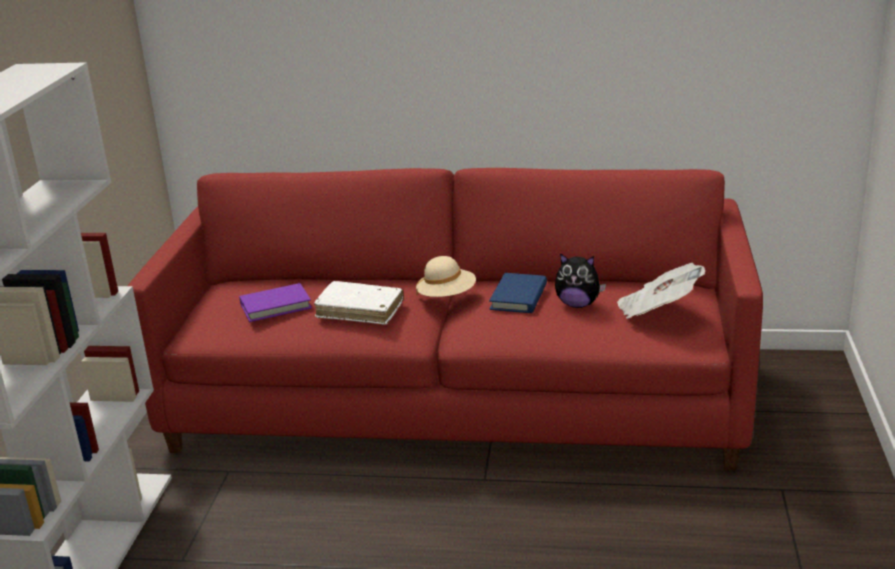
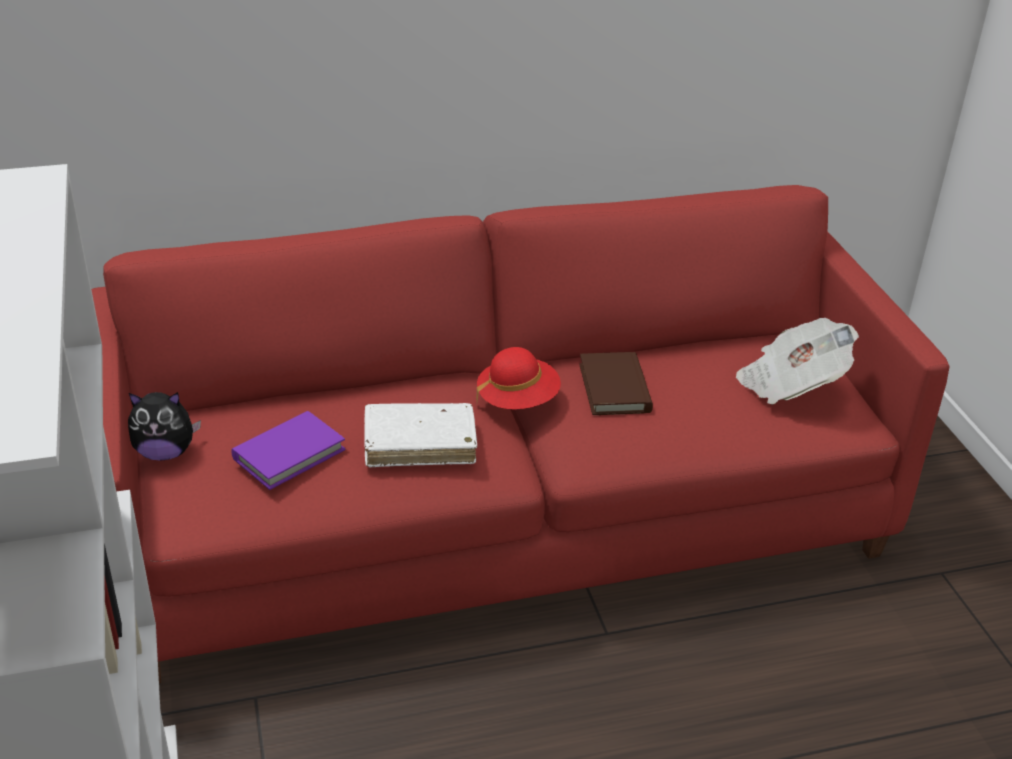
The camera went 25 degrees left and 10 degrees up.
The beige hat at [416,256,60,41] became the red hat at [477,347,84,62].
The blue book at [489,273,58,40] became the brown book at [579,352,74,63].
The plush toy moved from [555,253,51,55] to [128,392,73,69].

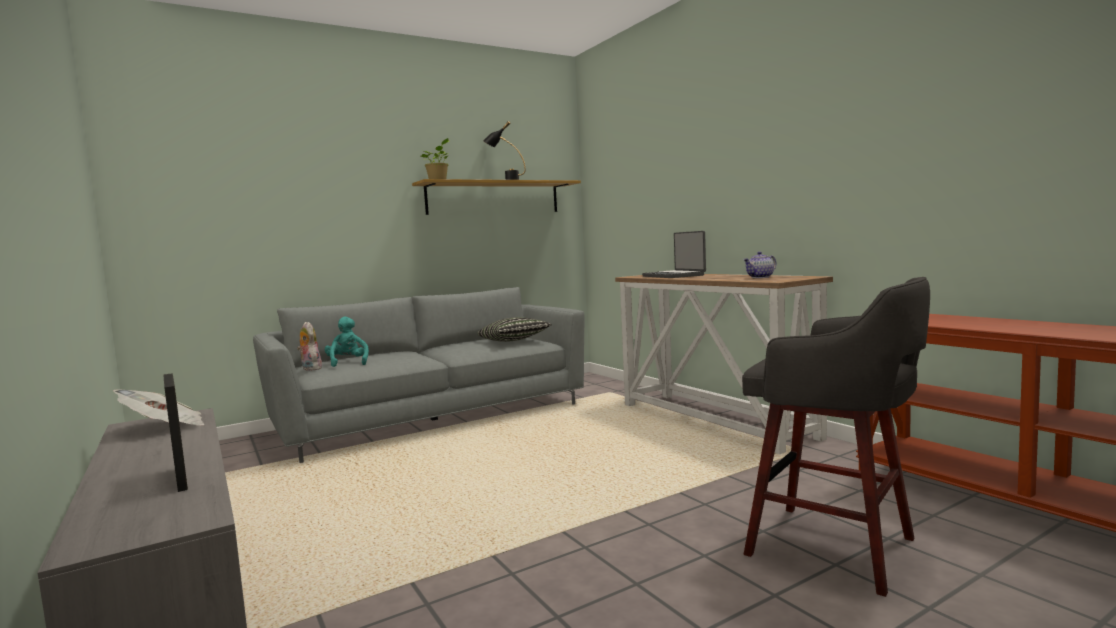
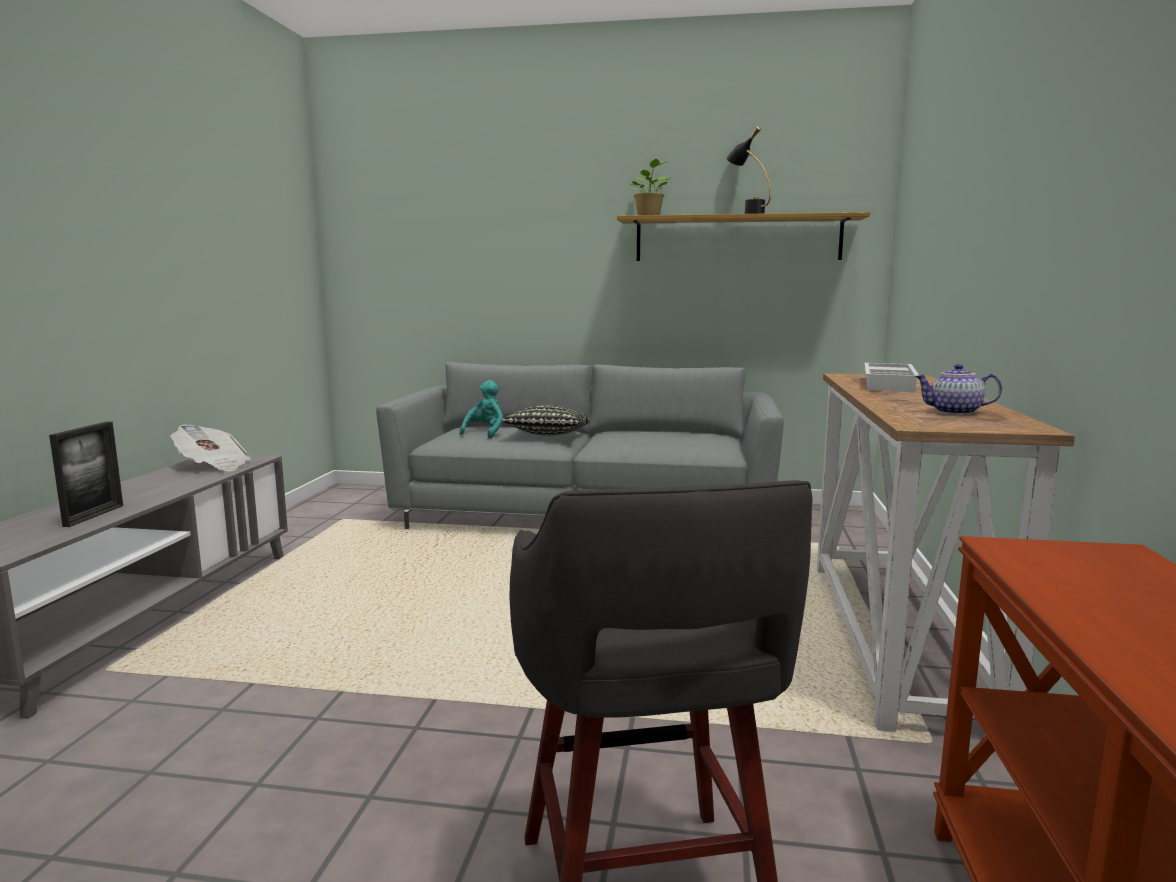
The camera went 40 degrees right and 5 degrees up.
The plush toy at [297,322,25,49] disappeared.
The pillow moved from [477,317,75,25] to [502,405,88,31].
The laptop at [642,231,64,47] was replaced by the white tray at [864,363,55,29].

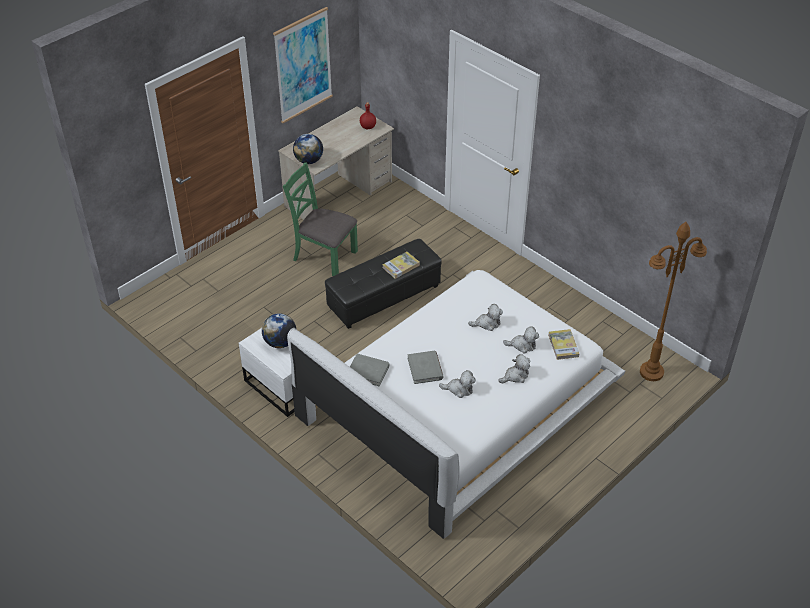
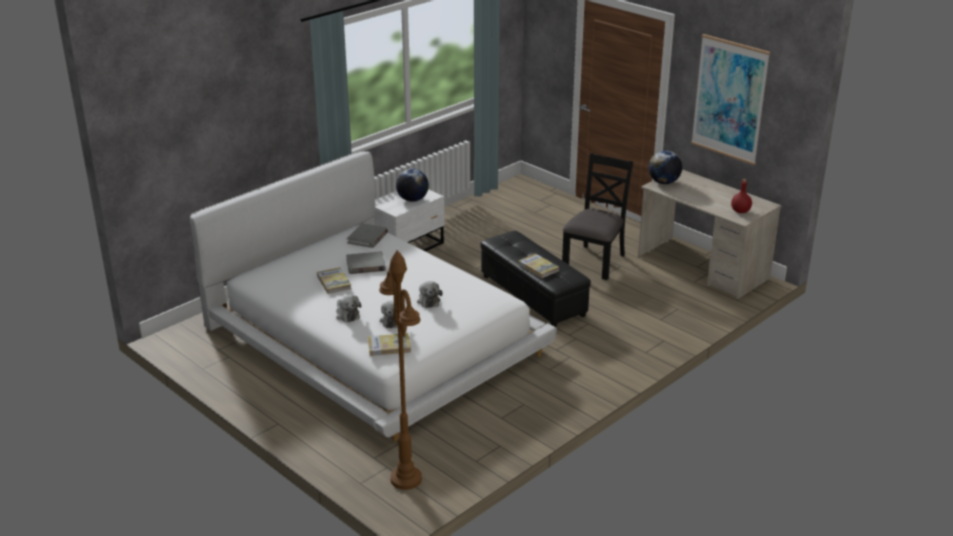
The camera went 90 degrees right and 15 degrees down.
The green chair at [283,163,75,113] became the black chair at [562,153,71,127].
The plush toy at [439,370,37,28] was replaced by the book at [317,267,34,27].

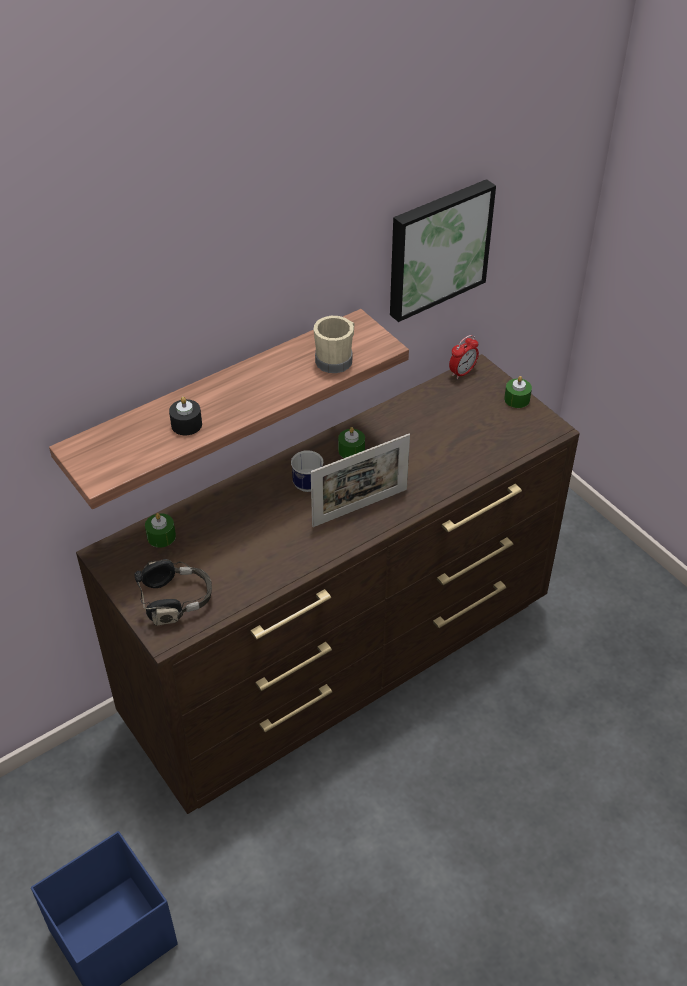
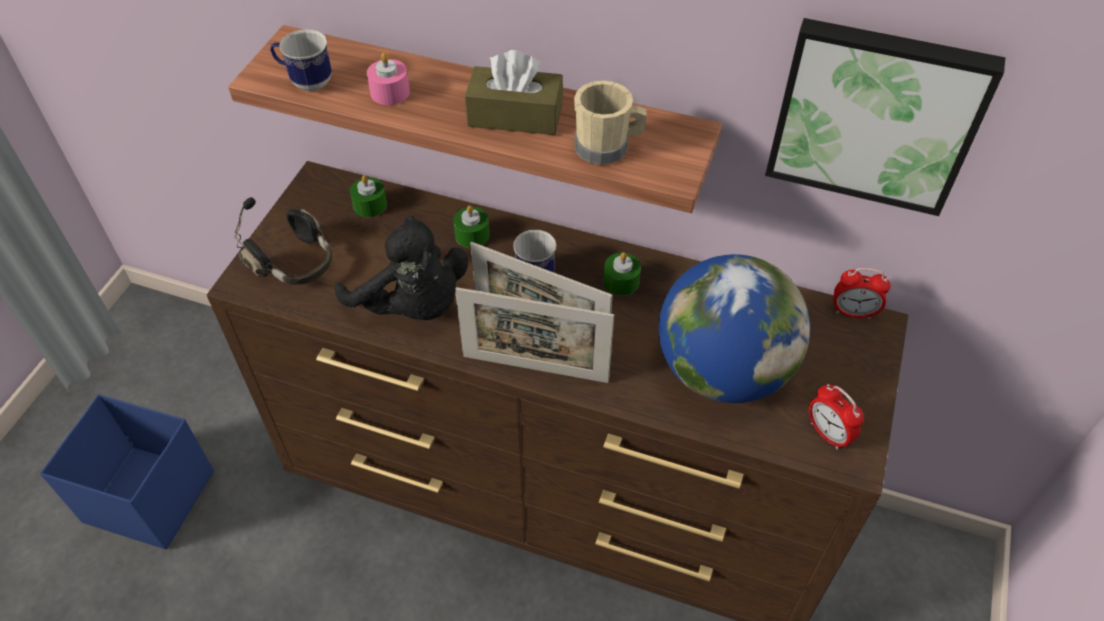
The camera went 55 degrees right and 5 degrees up.
The black candle at [169,397,33,38] became the pink candle at [367,53,43,52].
The green candle moved from [504,376,28,32] to [453,205,37,43].
The mug at [270,29,62,62] appeared.
The black plush toy at [335,216,133,104] appeared.
The picture frame at [455,287,159,96] appeared.
The brown tissue box at [465,50,98,85] appeared.
The globe at [659,254,151,149] appeared.
The alarm clock at [809,384,55,65] appeared.

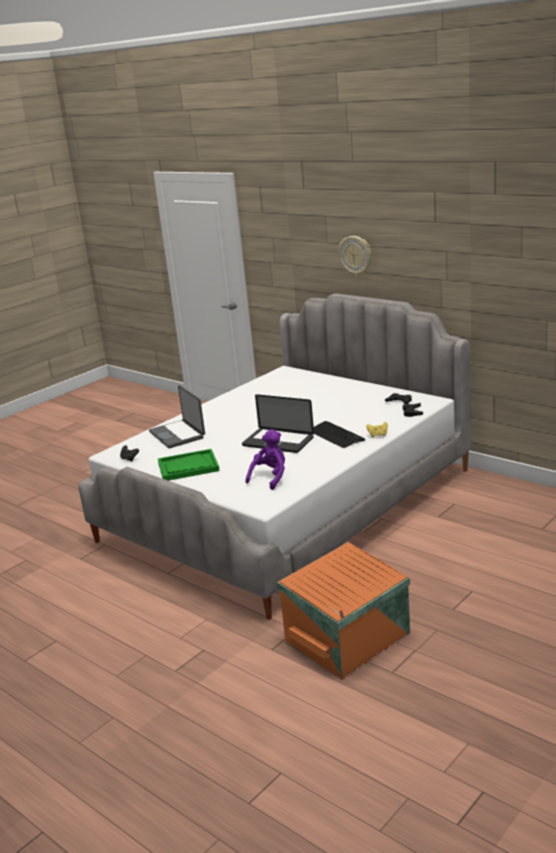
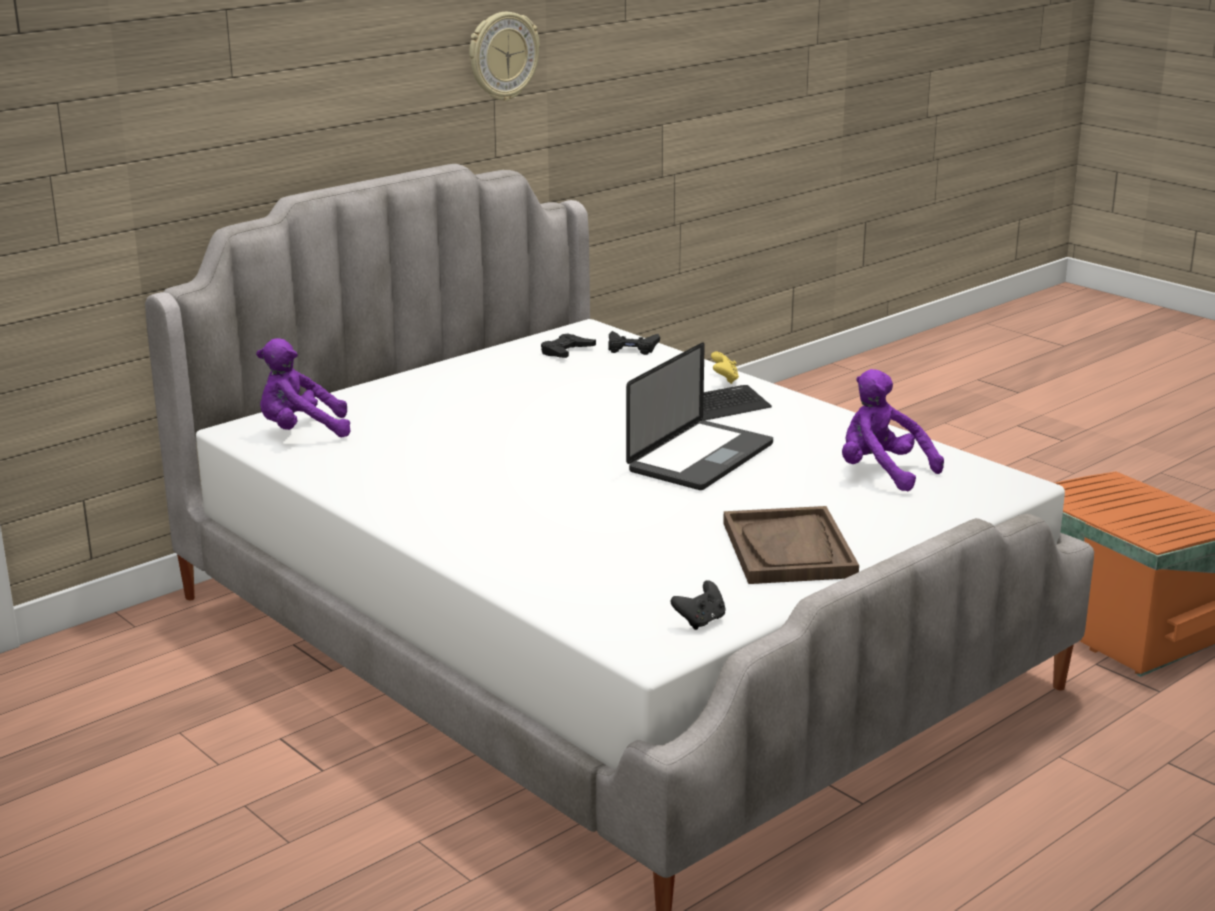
The camera went 85 degrees left and 0 degrees up.
The laptop at [149,385,56,63] disappeared.
The green tray at [158,449,62,32] became the brown tray at [723,506,136,78].
The wall clock moved from [339,236,32,40] to [469,12,71,89].
The purple plush toy at [256,338,95,99] appeared.

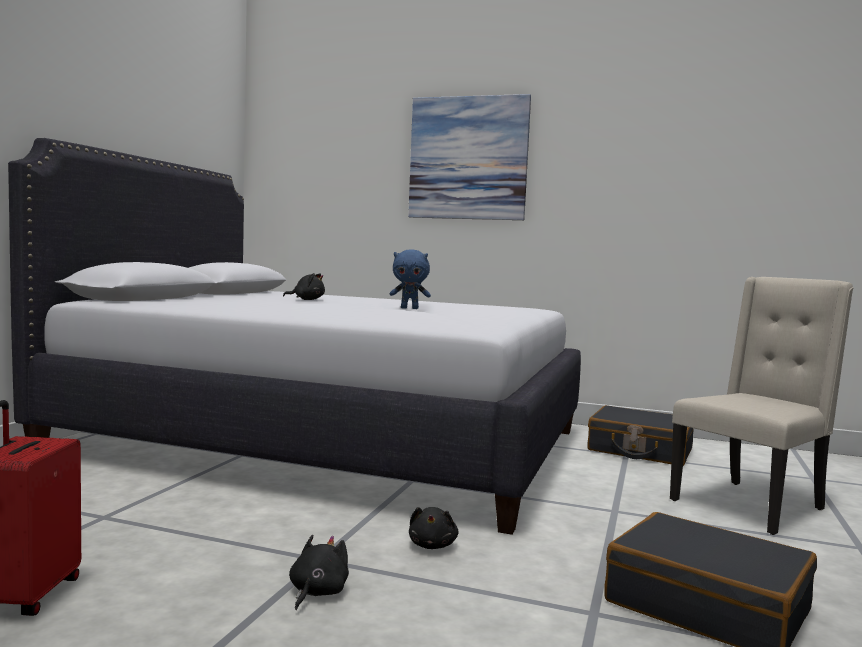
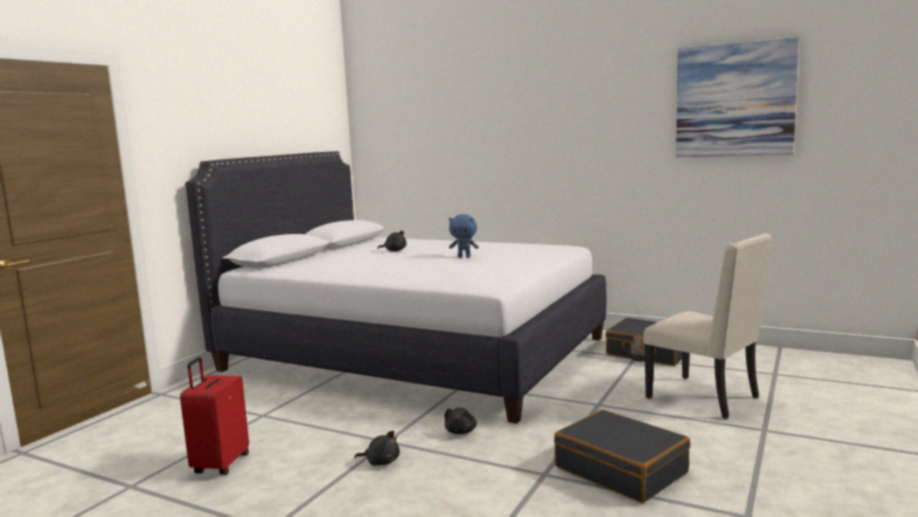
The camera went 10 degrees right and 5 degrees up.
The black plush toy at [289,535,60,75] turned 75 degrees clockwise.
The picture moved from [408,94,123,126] to [676,37,123,121].
The beige chair at [670,277,183,258] turned 75 degrees clockwise.

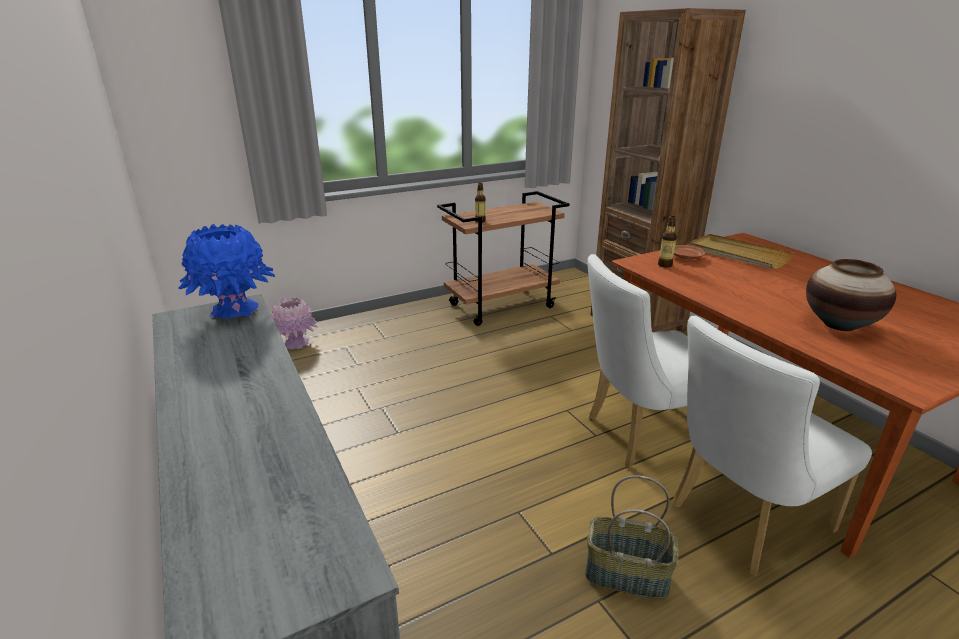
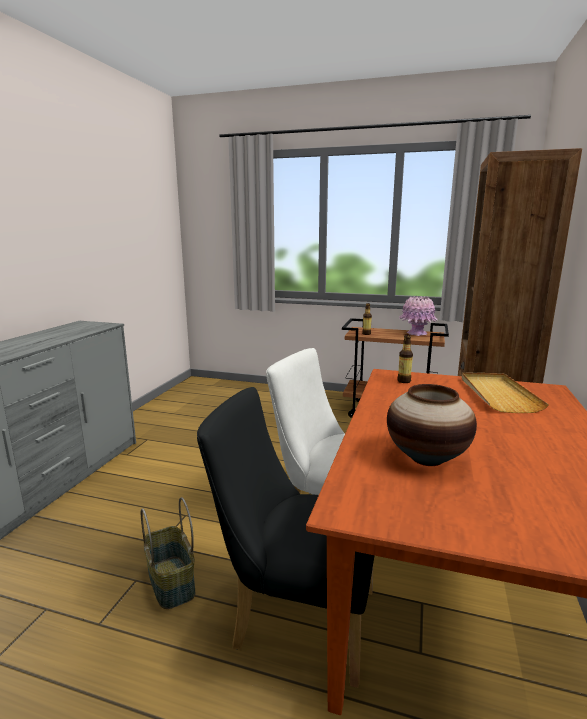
The camera went 45 degrees right and 10 degrees down.
The blue vase at [178,224,97,94] disappeared.
The pink vase moved from [271,297,47,52] to [399,296,39,40].
The white chair at [671,316,201,260] became the black chair at [197,387,178,301].
The brown plate at [674,245,31,15] disappeared.

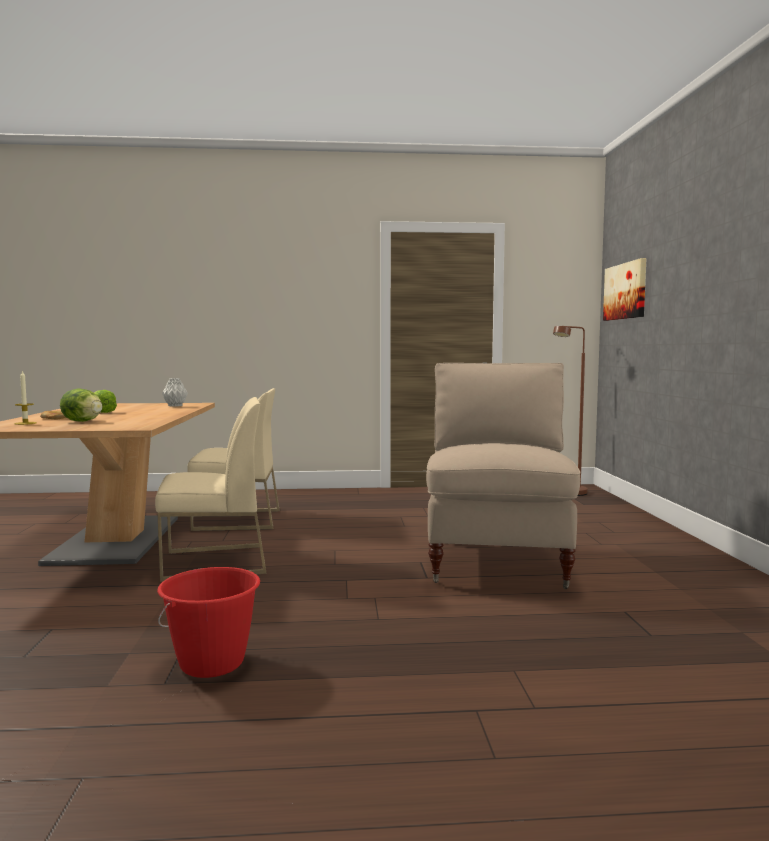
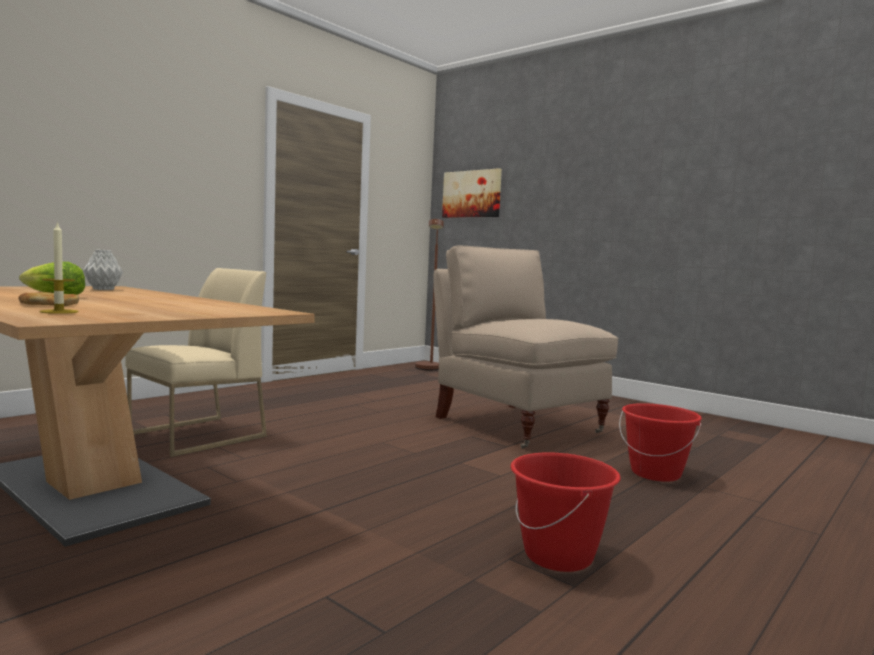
The camera went 45 degrees left and 0 degrees up.
The lettuce at [60,389,43,33] disappeared.
The beige chair at [155,397,111,185] disappeared.
The red bucket at [619,403,83,79] appeared.

